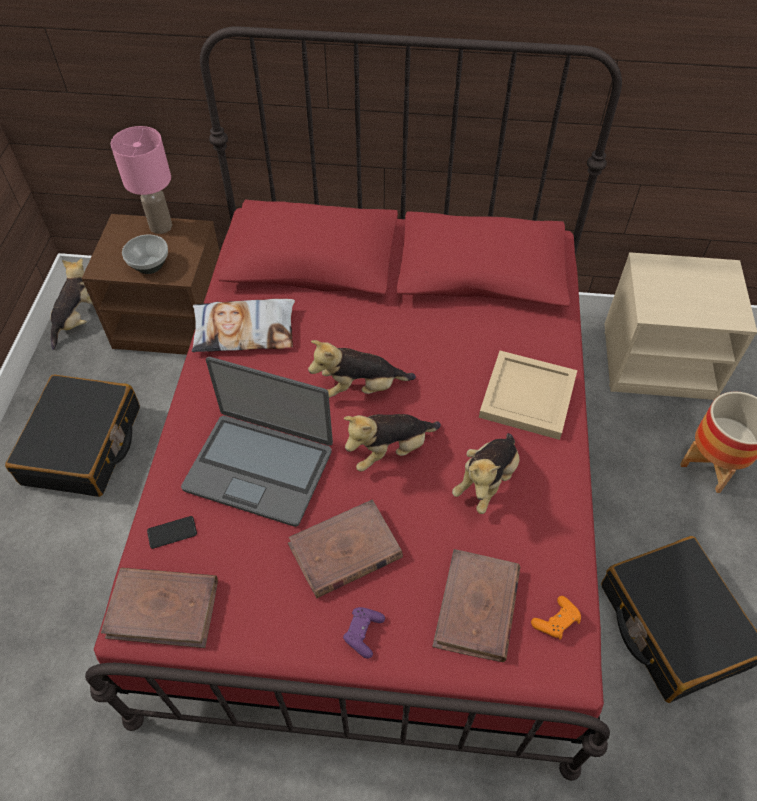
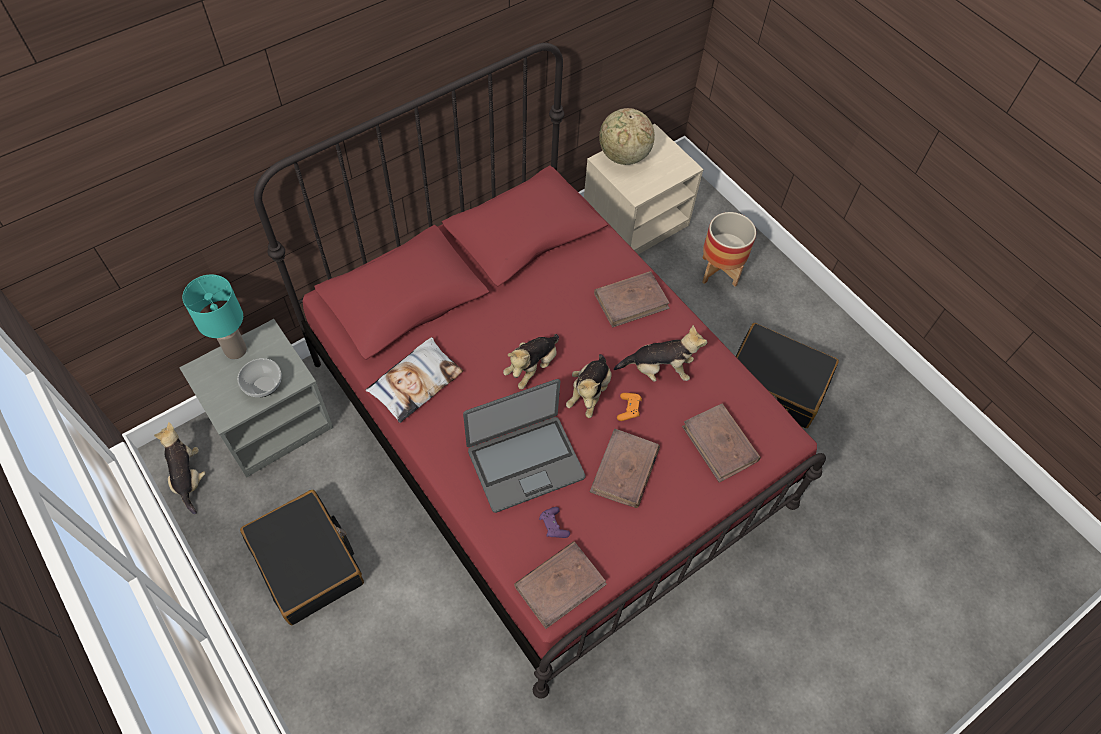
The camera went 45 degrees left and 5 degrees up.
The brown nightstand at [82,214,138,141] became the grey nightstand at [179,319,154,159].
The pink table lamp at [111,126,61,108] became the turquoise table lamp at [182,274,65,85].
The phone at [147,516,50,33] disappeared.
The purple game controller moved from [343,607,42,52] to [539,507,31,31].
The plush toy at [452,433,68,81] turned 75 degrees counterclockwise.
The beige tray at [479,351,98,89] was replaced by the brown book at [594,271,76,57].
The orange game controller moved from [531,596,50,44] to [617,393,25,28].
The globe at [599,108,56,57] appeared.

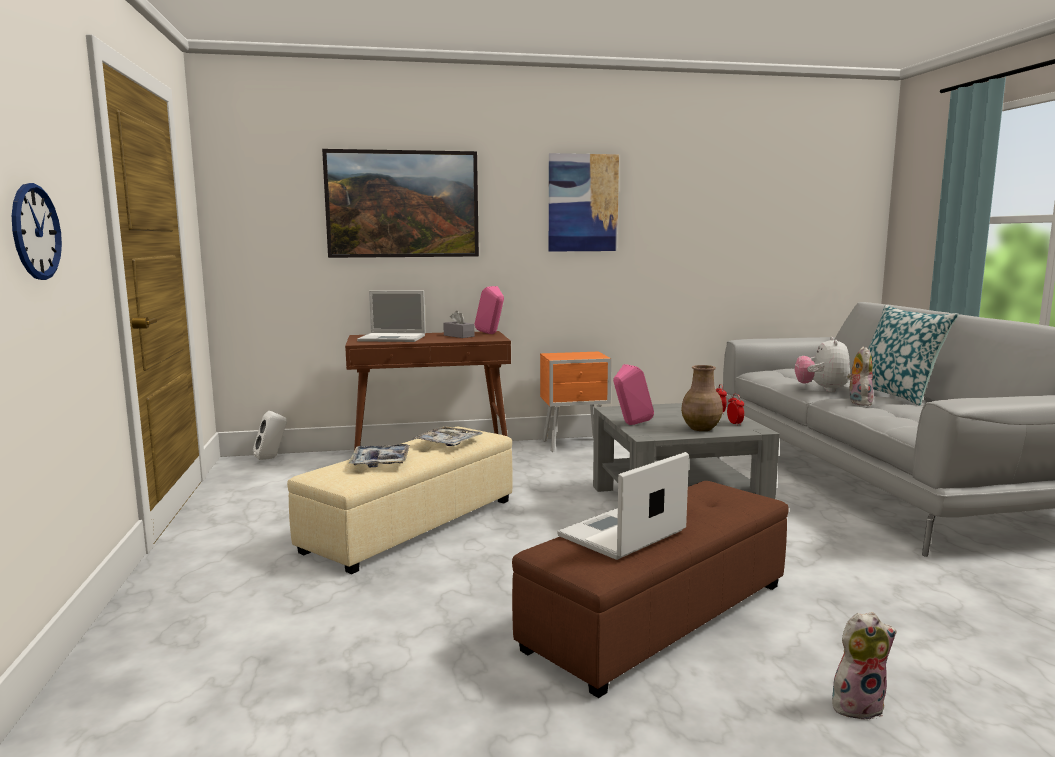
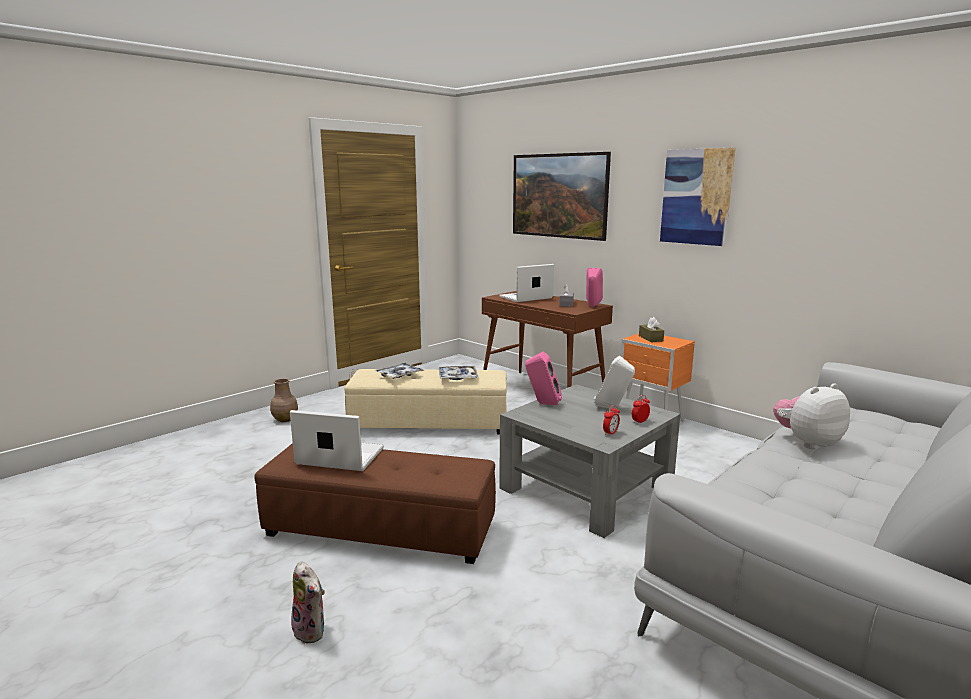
The camera went 55 degrees right and 5 degrees up.
The wall clock at [12,183,50,97] disappeared.
The white speaker moved from [253,411,34,49] to [594,356,41,53].
The laptop at [357,290,68,52] turned 90 degrees clockwise.
The brown vase moved from [681,365,42,66] to [270,378,28,44].
The plush toy at [847,346,27,60] disappeared.
The pillow at [868,305,91,101] disappeared.
The brown tissue box at [639,317,25,25] appeared.

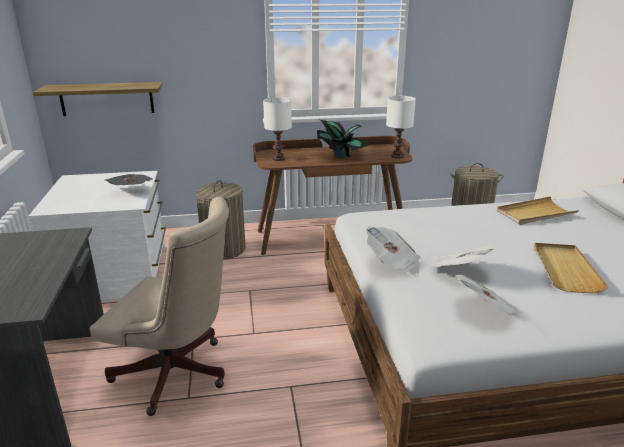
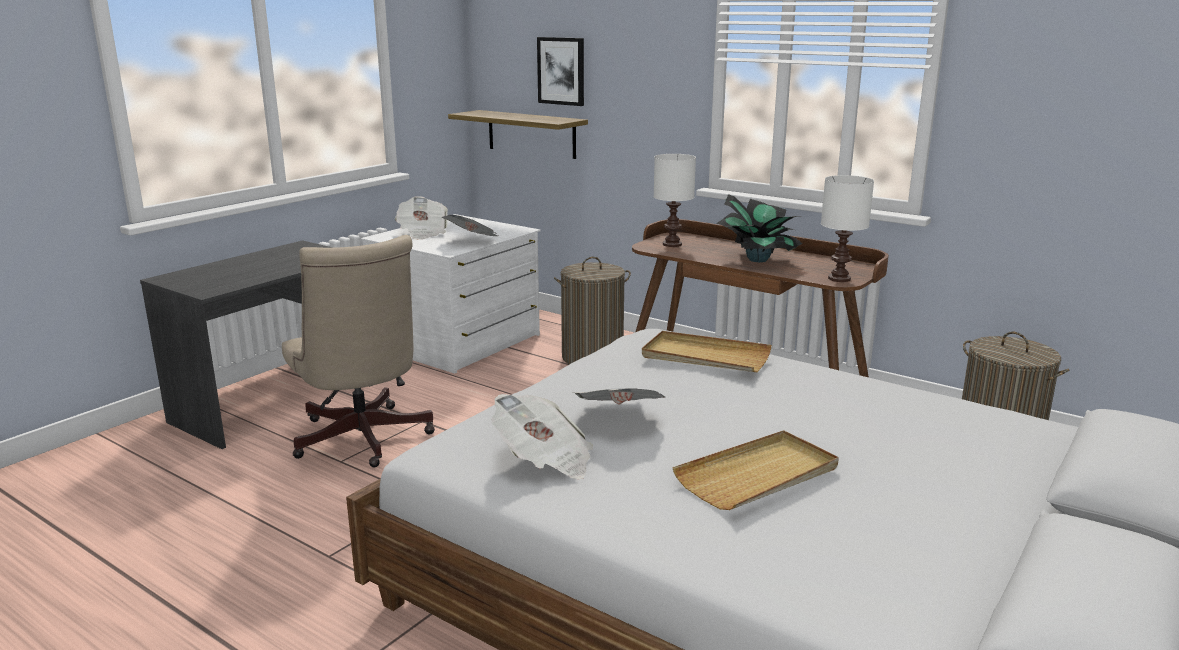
The camera went 45 degrees right and 5 degrees down.
The newspaper moved from [366,226,54,50] to [395,196,53,44].
The beige tray moved from [497,196,82,29] to [642,331,130,41].
The picture at [537,37,47,69] appeared.

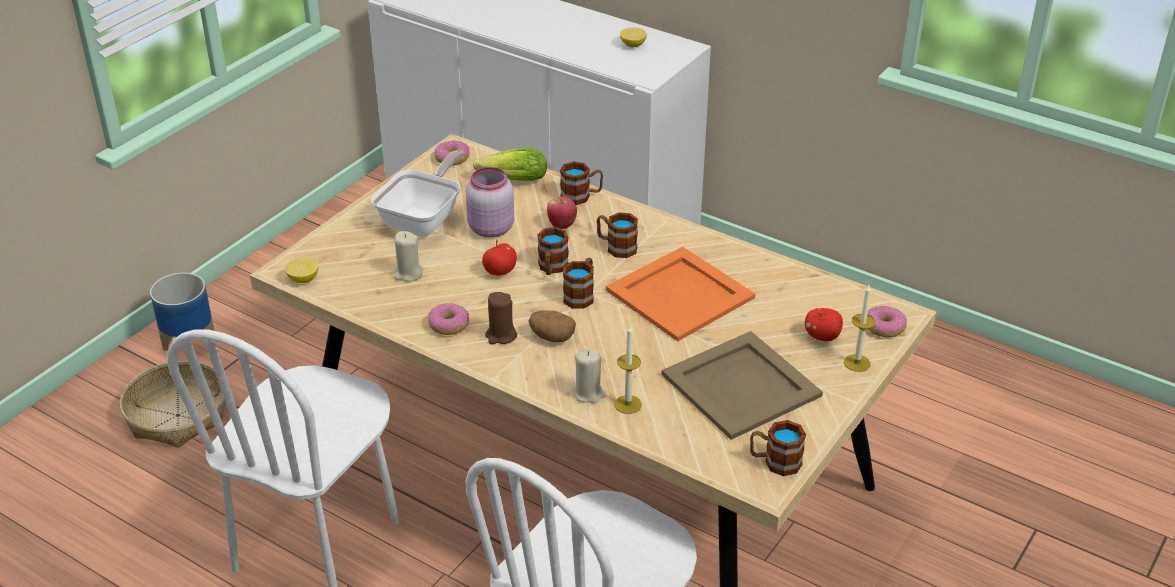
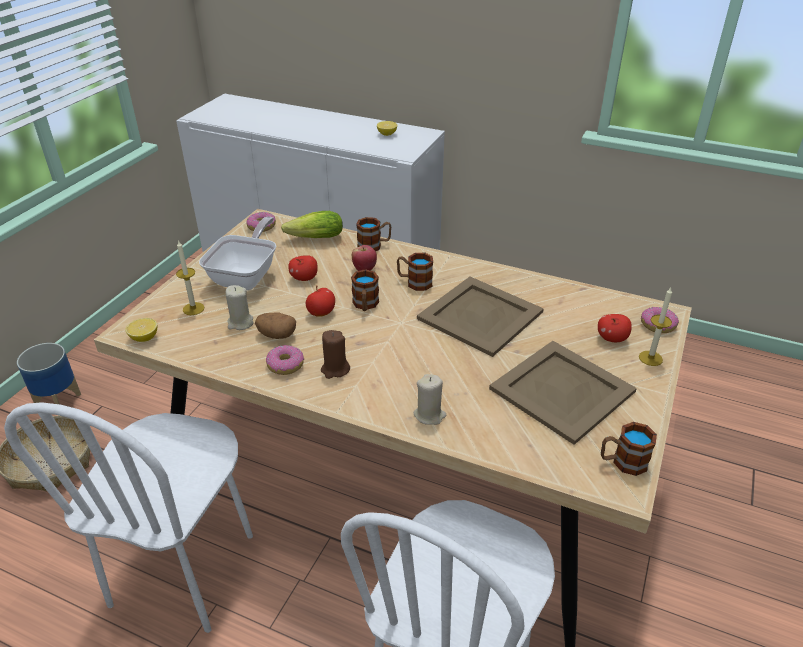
The camera went 10 degrees left and 0 degrees up.
The pink jar at [466,167,48,71] was replaced by the apple at [288,255,30,26].
The potato moved from [528,310,48,32] to [255,312,41,27].
The mug at [563,258,31,51] disappeared.
The orange tray at [606,247,149,94] became the beige tray at [417,277,127,80].
The candle moved from [615,325,27,89] to [176,240,28,75].

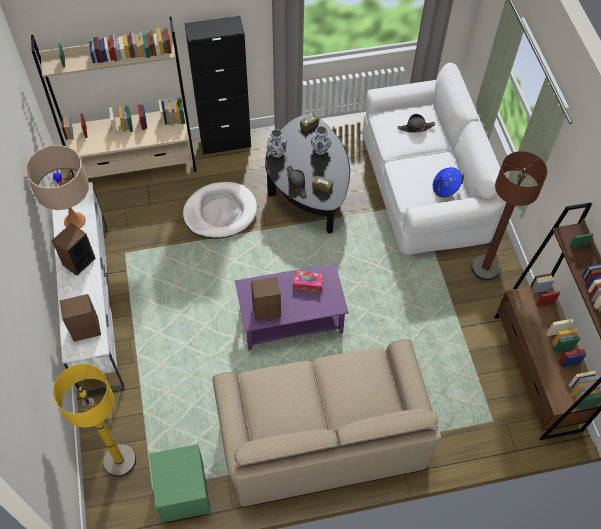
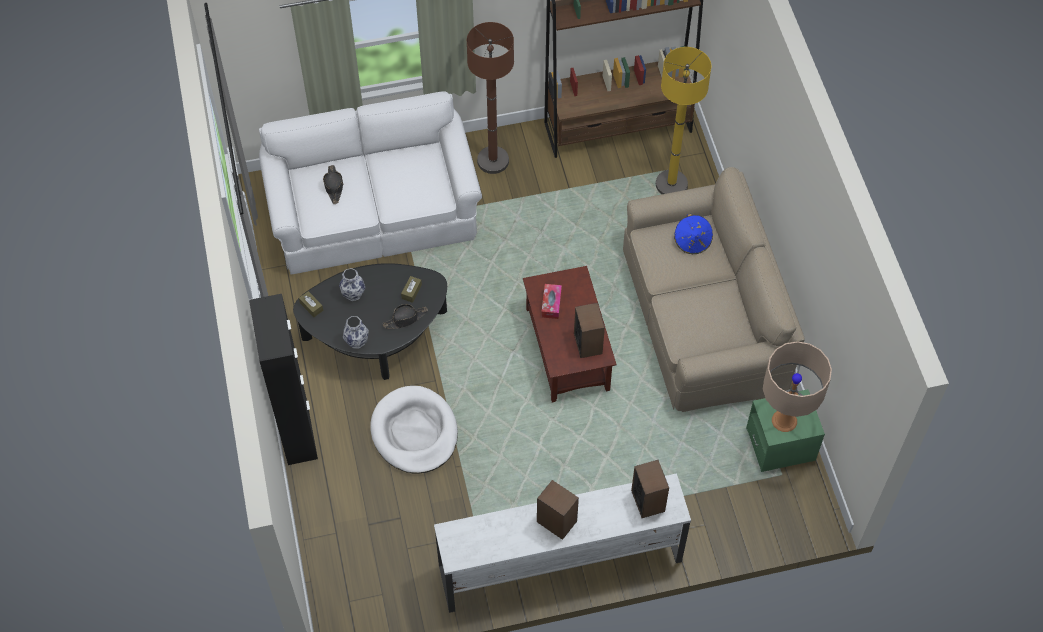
The camera went 90 degrees left and 0 degrees up.
The beige table lamp moved from [25,145,64,84] to [763,341,69,91].
The beige bookcase at [31,16,165,162] disappeared.
The yellow floor lamp moved from [53,364,83,113] to [656,47,55,147].
The purple coffee table at [235,263,114,87] became the brown coffee table at [523,266,94,136].
The blue hat moved from [433,167,31,30] to [674,214,39,40].

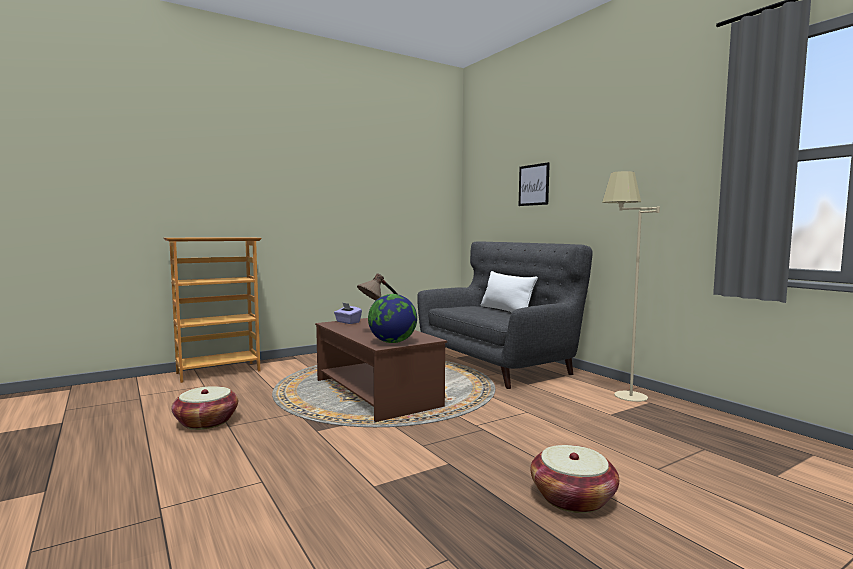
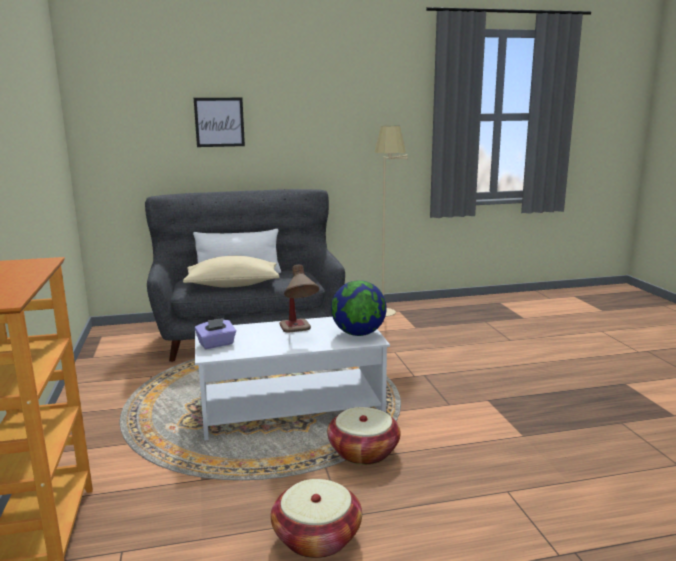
The camera went 70 degrees left and 10 degrees up.
The brown coffee table at [315,318,132,104] became the white coffee table at [195,317,195,124].
The basket moved from [531,445,88,68] to [327,407,74,58].
The beige pillow at [183,256,97,31] appeared.

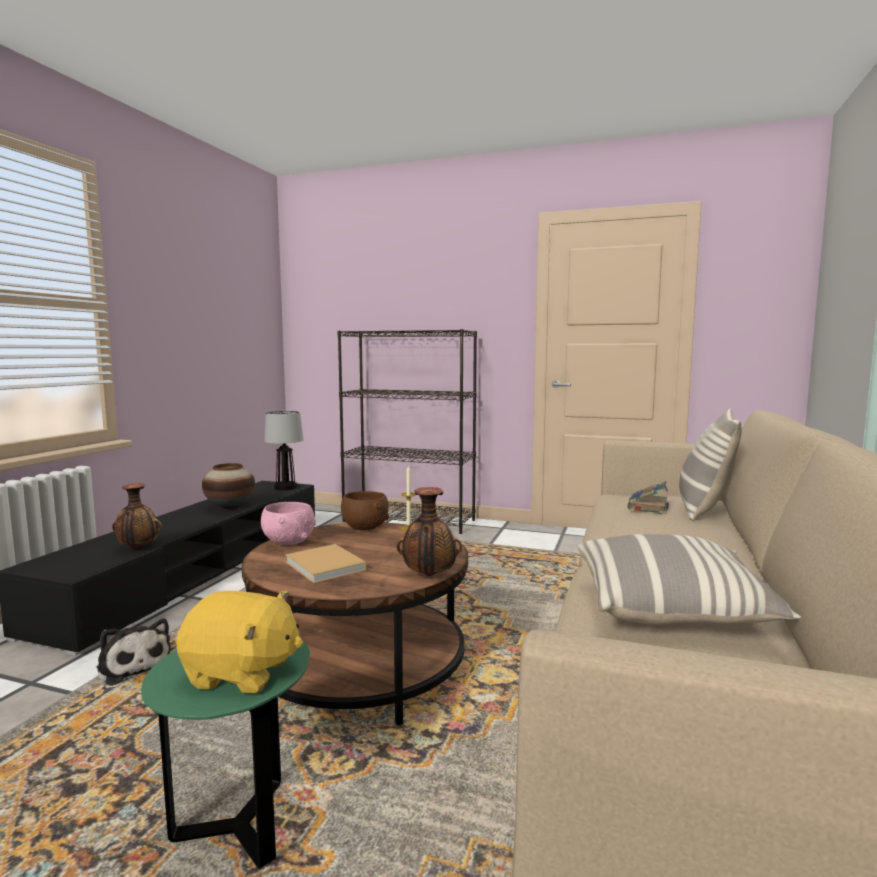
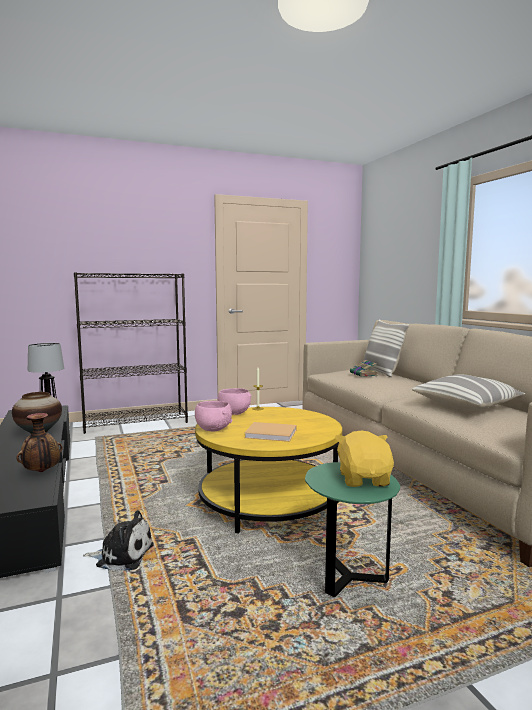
The camera went 40 degrees left and 0 degrees up.
The yellow plush toy at [176,591,127,102] turned 60 degrees counterclockwise.
The brown coffee table at [242,523,226,203] became the yellow coffee table at [195,407,147,126].
The brown bowl at [341,491,48,39] became the pink bowl at [217,388,35,27].
The vase at [397,487,65,89] disappeared.

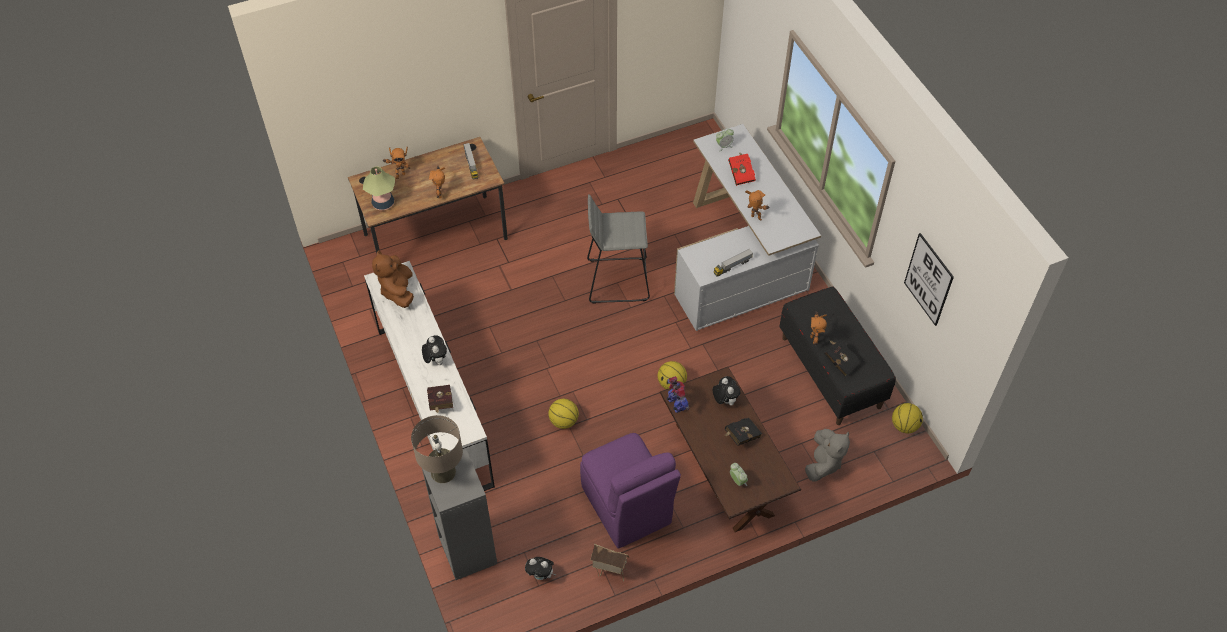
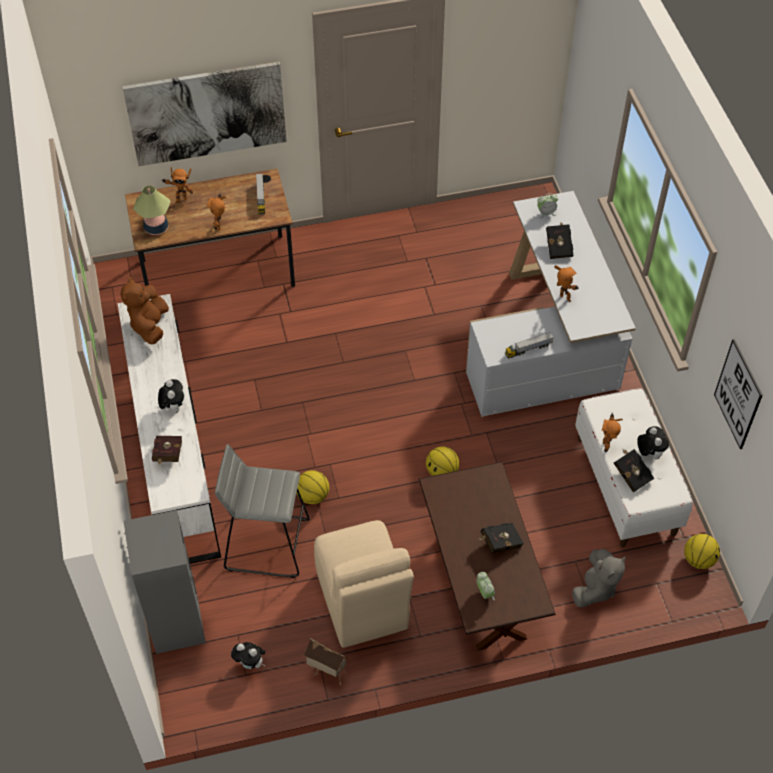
The camera went 10 degrees right and 0 degrees up.
The beige table lamp at [411,415,52,68] disappeared.
The purple chair at [580,433,101,116] became the beige chair at [314,520,100,128].
The grey stool moved from [587,194,63,110] to [215,444,95,134].
The toy robot at [667,376,23,37] disappeared.
The plush toy moved from [712,376,28,30] to [637,426,32,33].
The red book at [728,153,28,33] became the black book at [546,223,28,36].
The black bench at [779,286,117,139] became the white bench at [575,388,118,159].
The picture at [122,62,164,104] appeared.

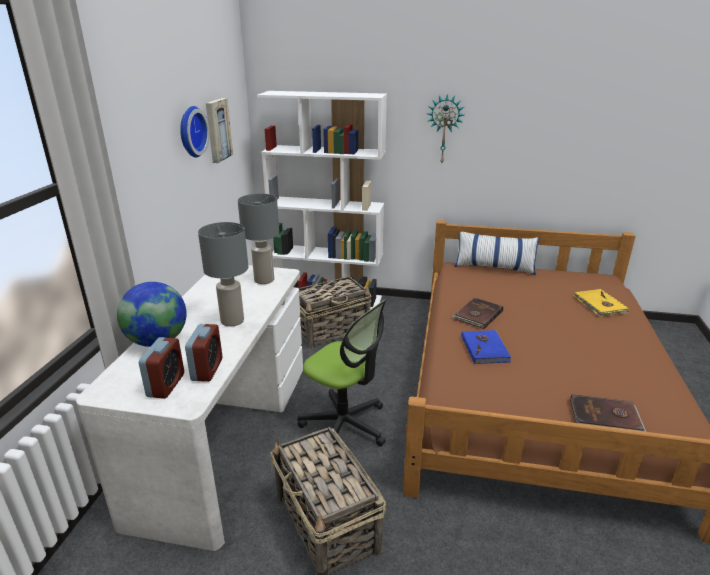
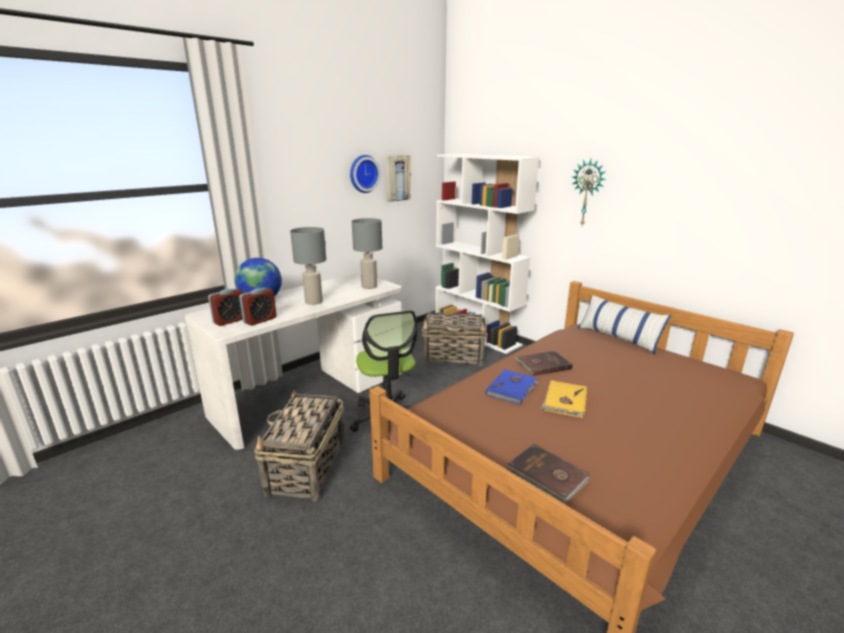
The camera went 35 degrees right and 5 degrees down.
The yellow book moved from [573,289,56,28] to [541,380,46,38].

